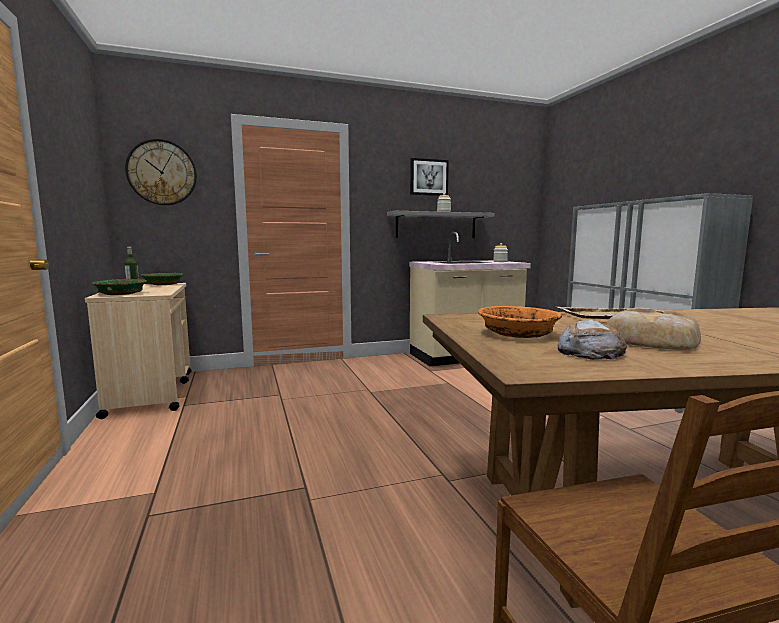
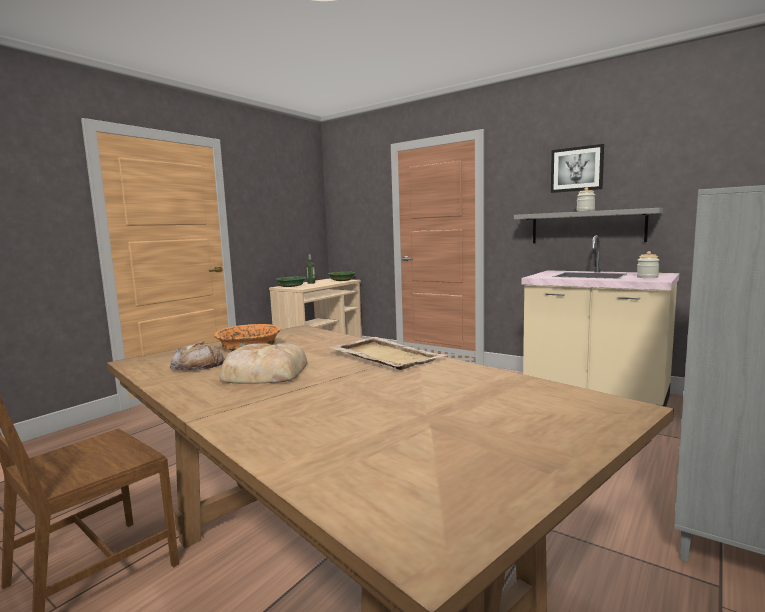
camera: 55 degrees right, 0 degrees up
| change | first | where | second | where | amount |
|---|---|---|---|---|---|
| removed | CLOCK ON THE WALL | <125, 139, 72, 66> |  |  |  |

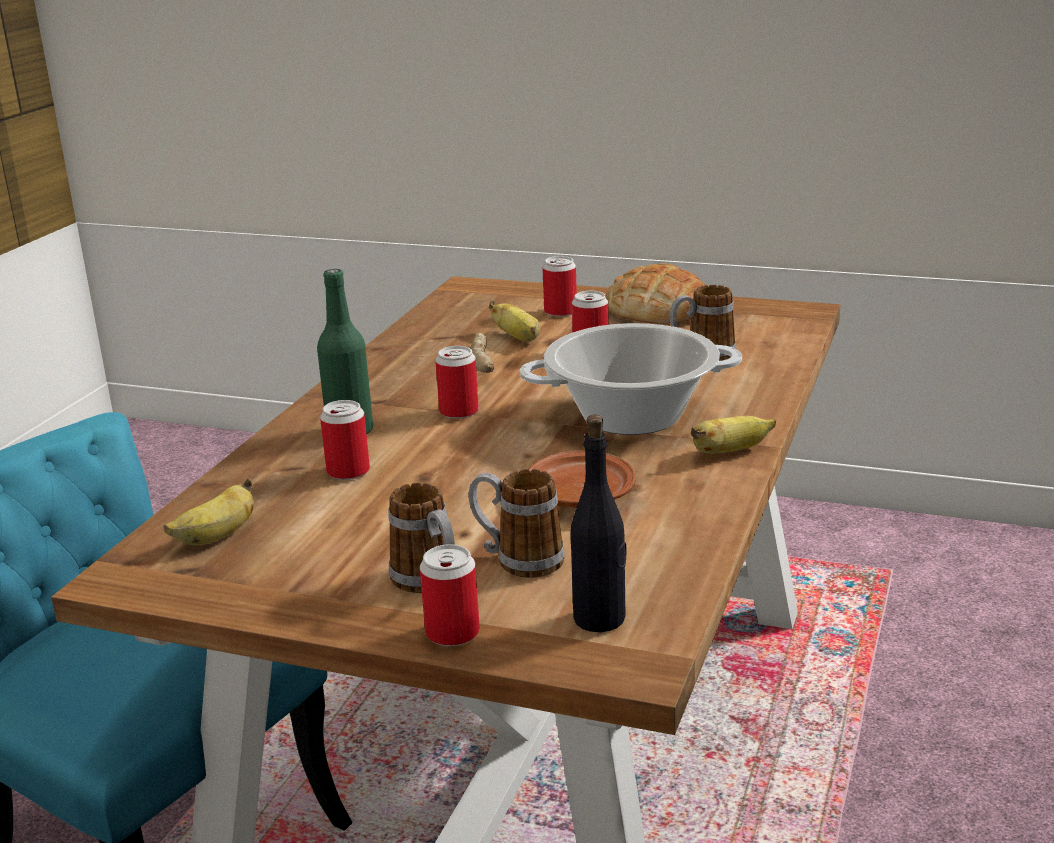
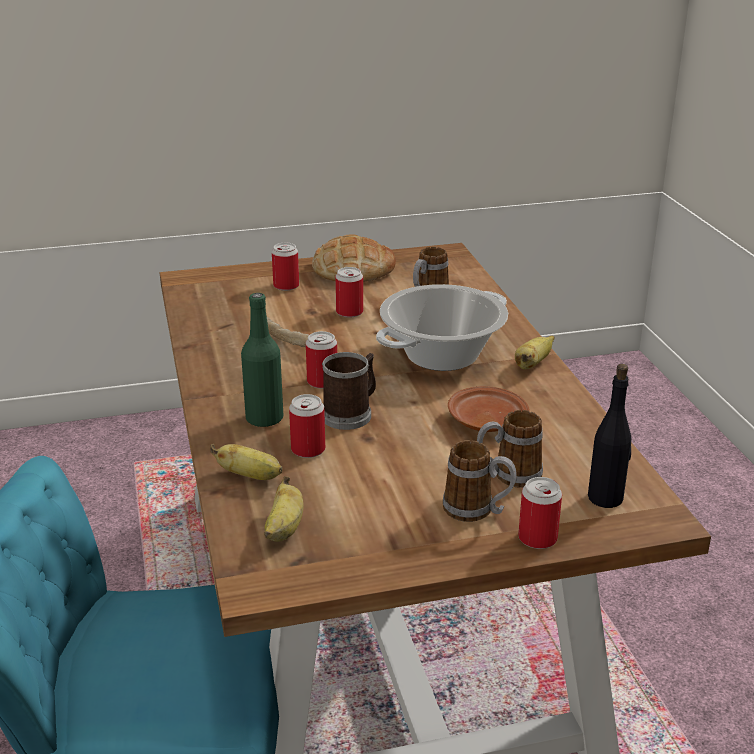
camera: 35 degrees left, 5 degrees up
| change | first | where | second | where | amount |
|---|---|---|---|---|---|
| moved | BANANA FRUIT | <489, 300, 51, 41> |  | <210, 444, 73, 36> |  |
| added |  |  | MUG | <322, 352, 54, 78> |  |

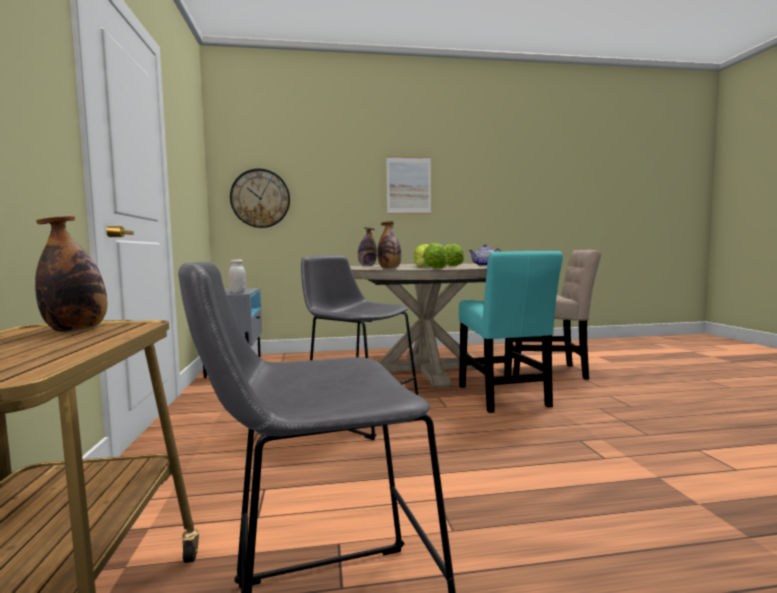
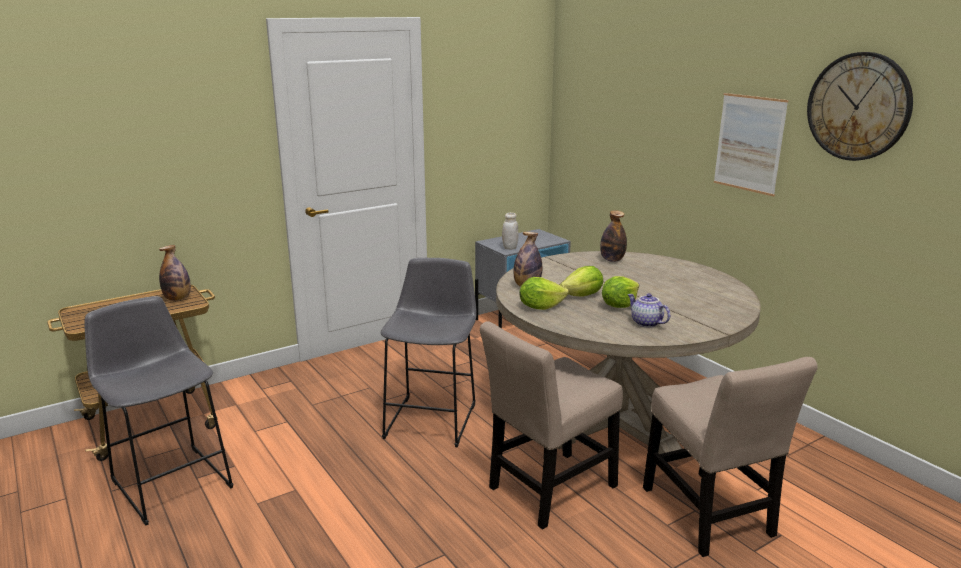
camera: 65 degrees right, 15 degrees up
| change | first | where | second | where | amount |
|---|---|---|---|---|---|
| moved | CLOCK ON THE WALL | <230, 169, 60, 59> |  | <807, 52, 106, 109> |  |
| recoloured | BLUE-GREEN CHAIR | <459, 251, 104, 162> | SAND-COLOURED CHAIR | <480, 321, 143, 208> |  |

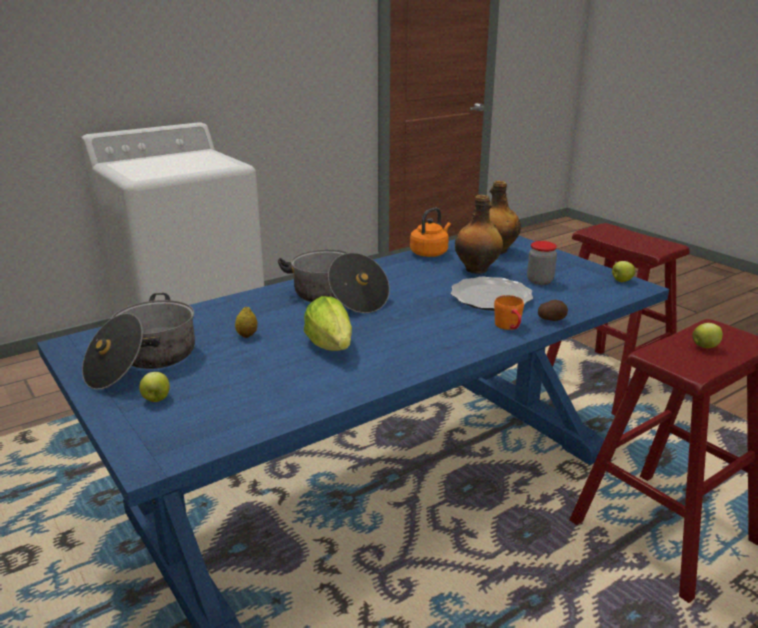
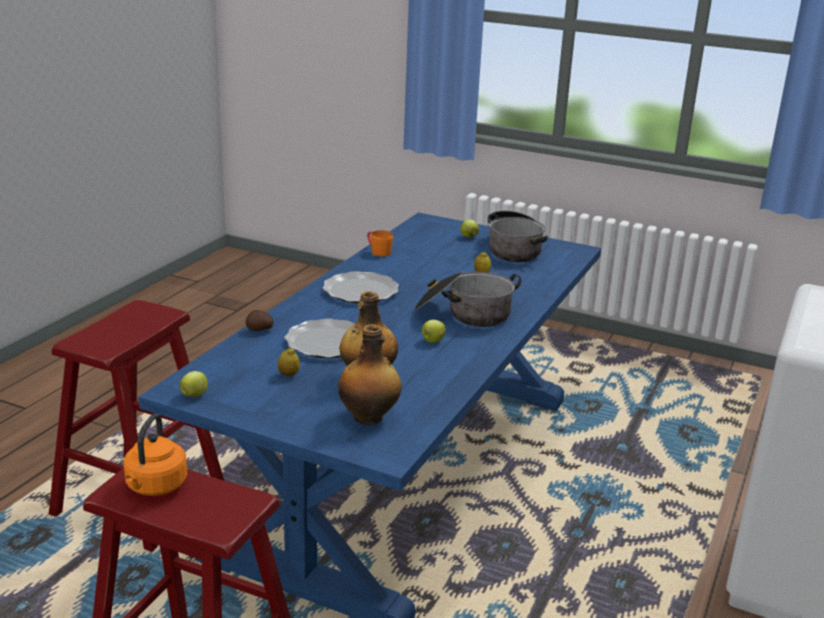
camera: 150 degrees right, 0 degrees up
| change | first | where | second | where | amount |
|---|---|---|---|---|---|
| moved | ORANGEY KETTLE | <410, 207, 41, 50> |  | <124, 414, 63, 82> |  |
| replaced | STORAGE JAR | <527, 241, 30, 44> | CITRUS FRUIT | <278, 347, 22, 29> |  |
| moved | ORANGEY MUG | <494, 295, 30, 35> |  | <367, 230, 26, 27> |  |
| removed | HEAD OF LETTUCE | <304, 296, 48, 55> |  |  |  |
| moved | APPLE FRUIT | <692, 323, 31, 25> |  | <422, 320, 24, 23> |  |
| added |  |  | FLAT DISH | <322, 271, 77, 33> |  |

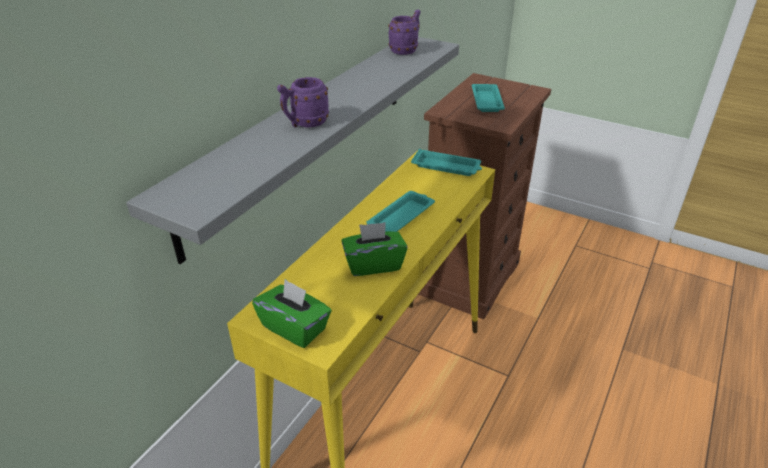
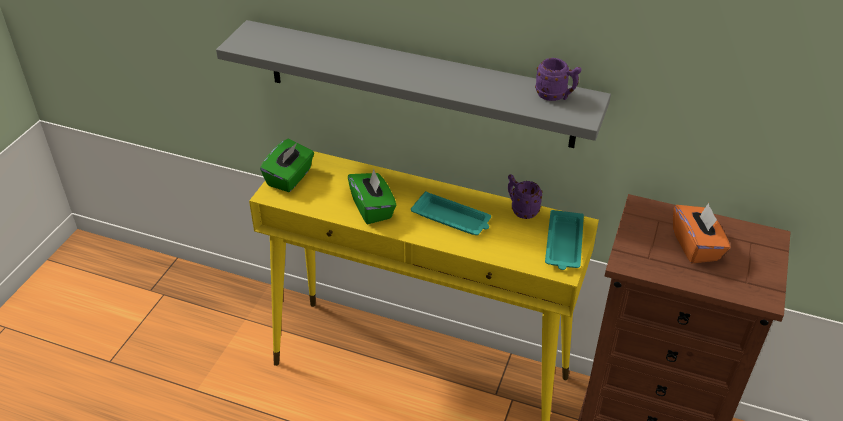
camera: 80 degrees right, 5 degrees up
| change | first | where | second | where | amount |
|---|---|---|---|---|---|
| moved | PURPLISH MUG | <277, 77, 52, 51> |  | <508, 174, 35, 45> |  |
| replaced | BLUE-GREEN CARRYING TRAY | <472, 84, 33, 28> | ORANGEY TISSUE BOX | <673, 203, 57, 60> |  |

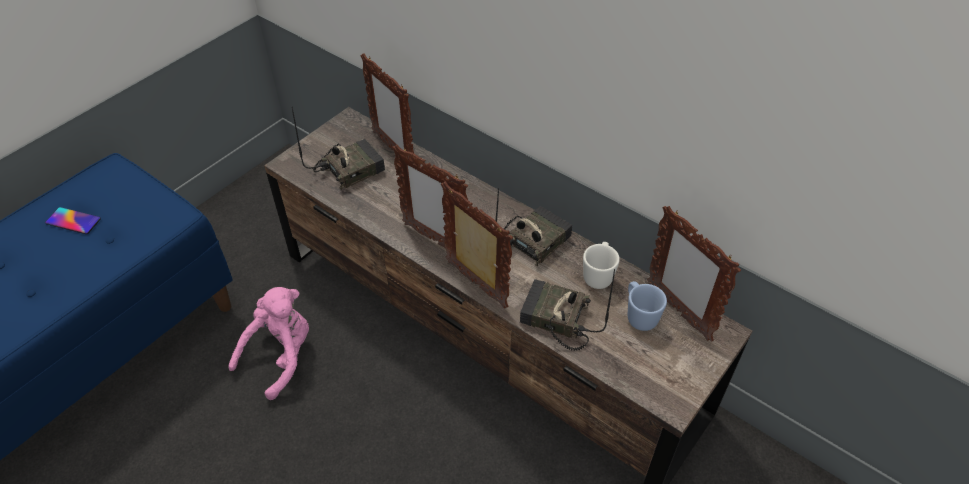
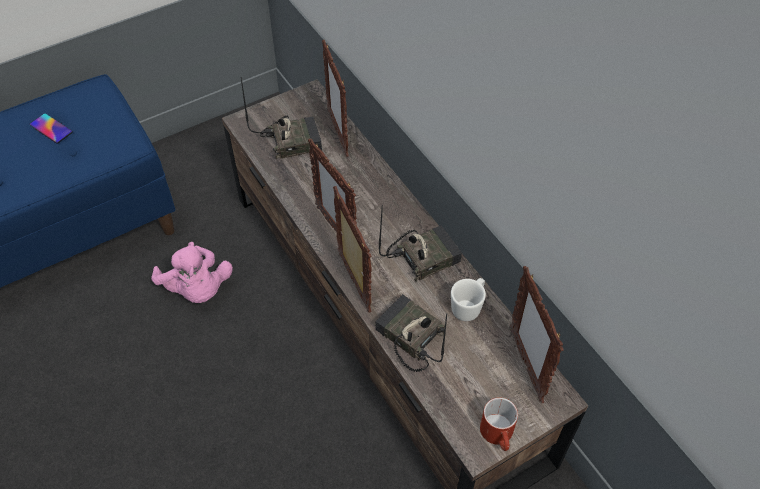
camera: 20 degrees right, 5 degrees up
| change | first | where | second | where | amount |
|---|---|---|---|---|---|
| removed | BLUE-COLOURED MUG | <628, 281, 39, 50> |  |  |  |
| turned | PINK SOFT TOY | <228, 287, 81, 113> |  | <151, 242, 82, 61> | 90 degrees clockwise |
| added |  |  | RED MUG | <480, 397, 38, 54> |  |

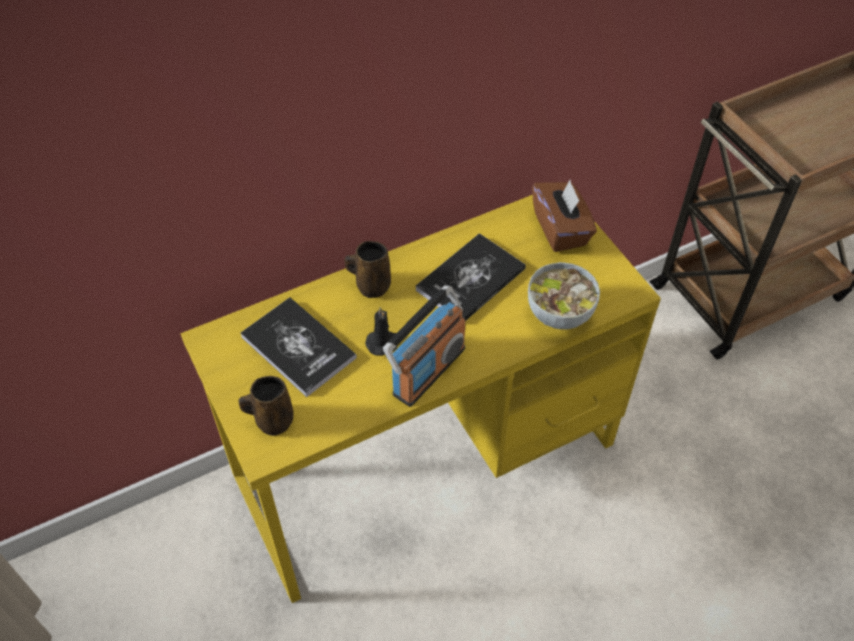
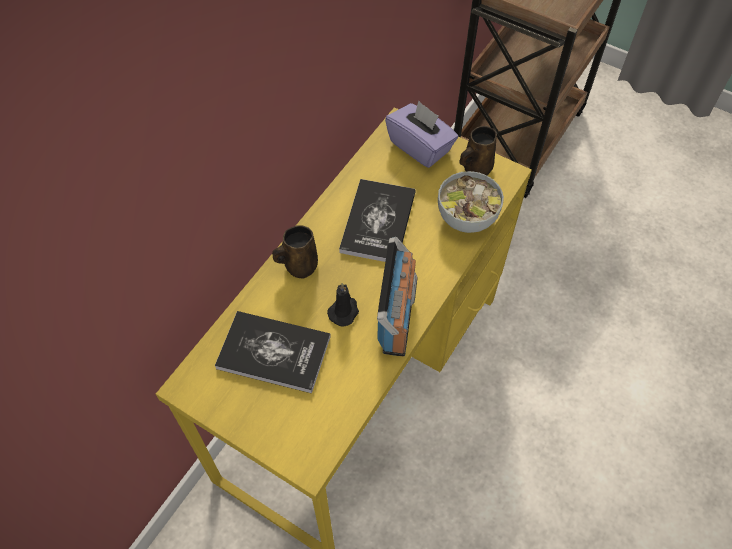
camera: 30 degrees left, 5 degrees up
| change | first | where | second | where | amount |
|---|---|---|---|---|---|
| recoloured | BROWN TISSUE BOX | <532, 180, 65, 72> | PURPLISH TISSUE BOX | <385, 101, 73, 67> |  |
| moved | BROWN MUG | <239, 376, 55, 60> |  | <459, 126, 38, 49> |  |

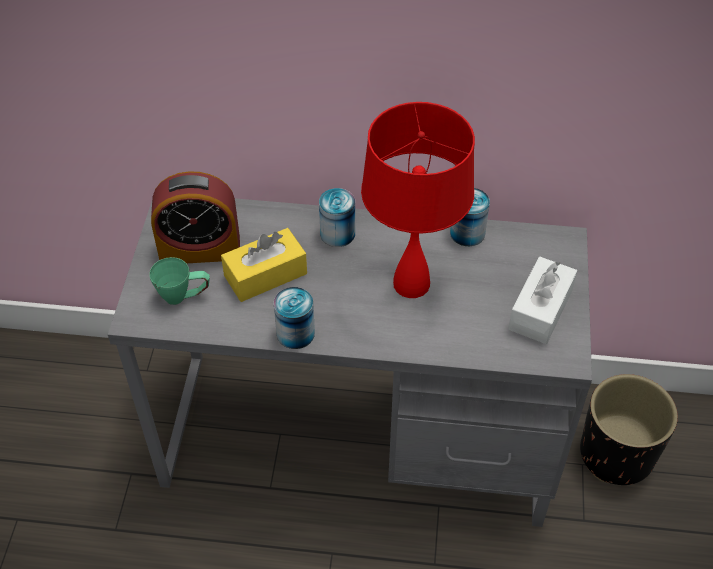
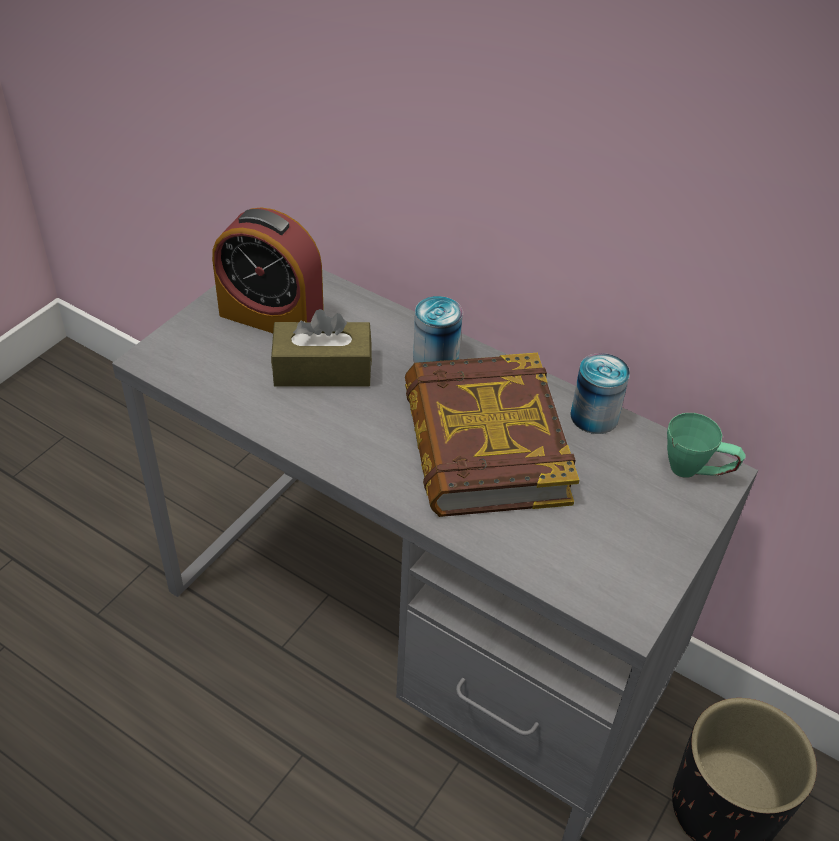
camera: 25 degrees right, 5 degrees down
| change | first | where | second | where | amount |
|---|---|---|---|---|---|
| replaced | RED TABLE LAMP | <361, 102, 114, 196> | BOUND BOOK | <405, 353, 174, 164> |  |
| recoloured | YELLOWISH TISSUE BOX | <221, 228, 86, 74> | BROWN TISSUE BOX | <271, 309, 101, 78> |  |
| moved | GREENISH MUG | <149, 257, 61, 48> |  | <667, 413, 79, 65> |  |
| removed | WHITE-COLOURED TISSUE BOX | <508, 257, 69, 87> |  |  |  |
| removed | METAL CAN | <274, 287, 41, 62> |  |  |  |

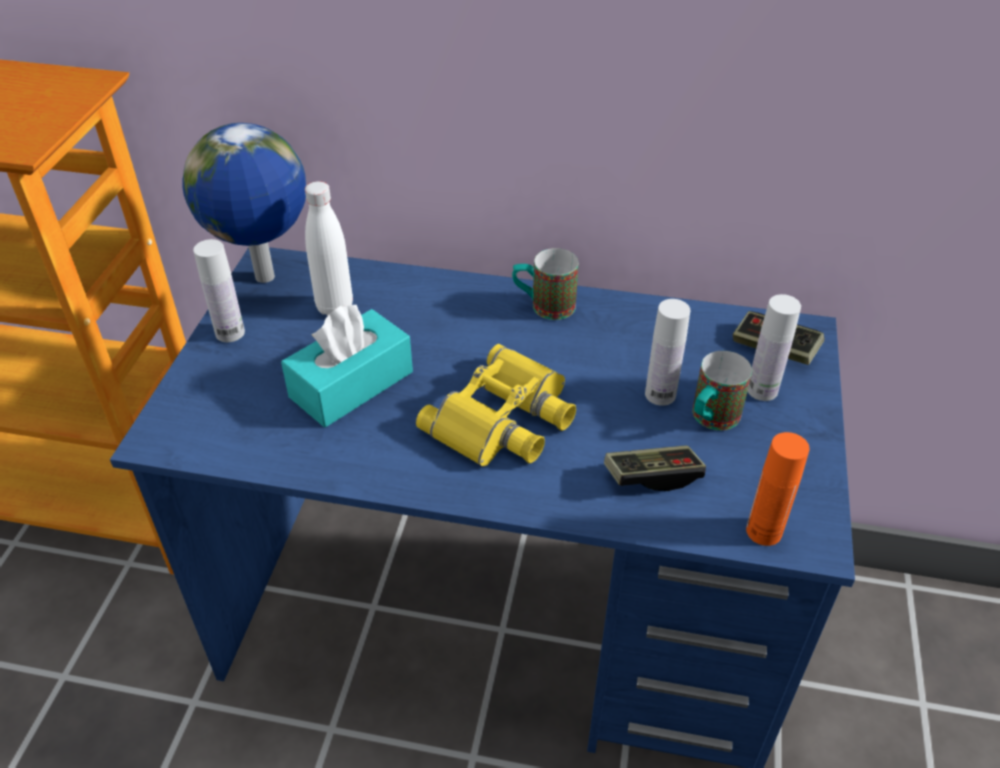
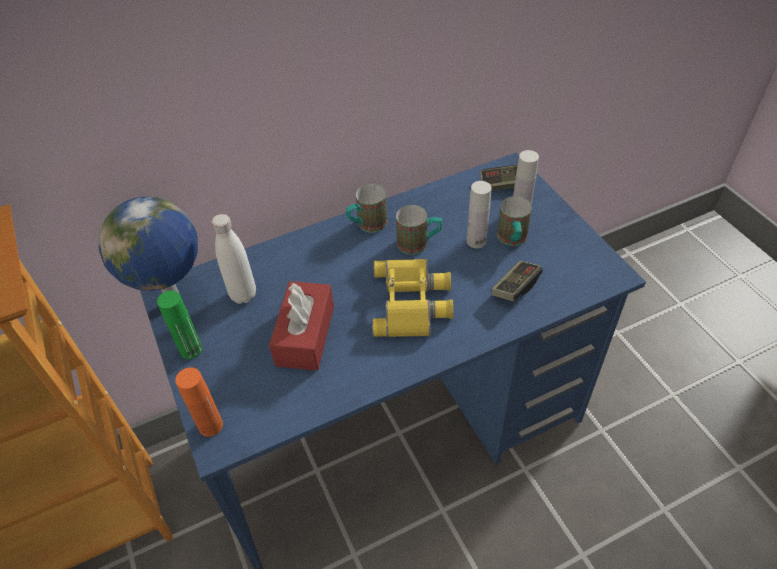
camera: 35 degrees left, 5 degrees up
| change | first | where | second | where | amount |
|---|---|---|---|---|---|
| recoloured | WHITE-COLOURED DRINK BOTTLE | <193, 239, 52, 103> | GREENISH DRINK BOTTLE | <157, 291, 45, 68> |  |
| recoloured | BLUE-GREEN TISSUE BOX | <281, 305, 132, 122> | RED TISSUE BOX | <269, 281, 65, 90> |  |
| moved | ORANGEY DRINK BOTTLE | <746, 432, 63, 114> |  | <175, 367, 48, 70> |  |
| added |  |  | MUG | <396, 205, 46, 50> |  |

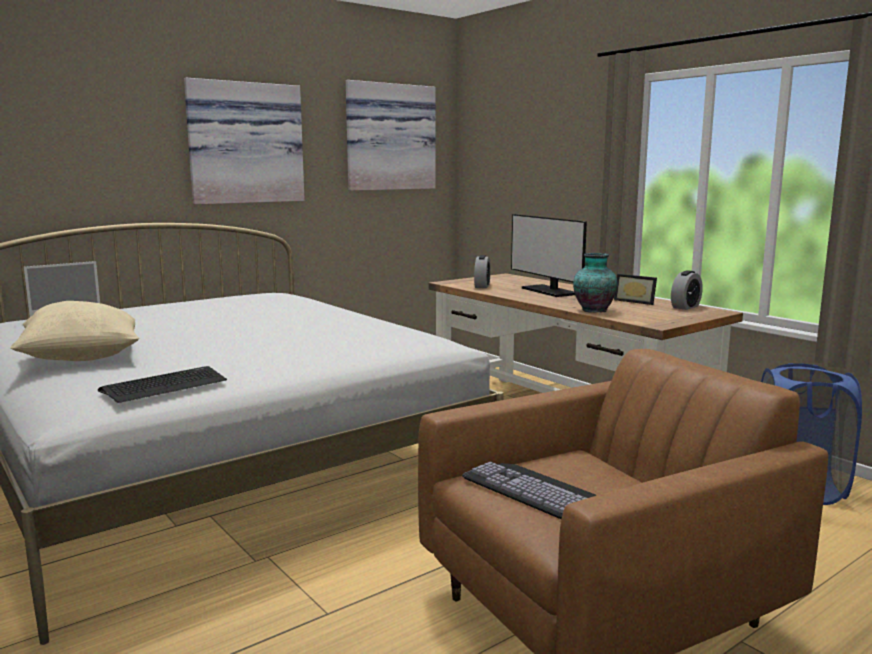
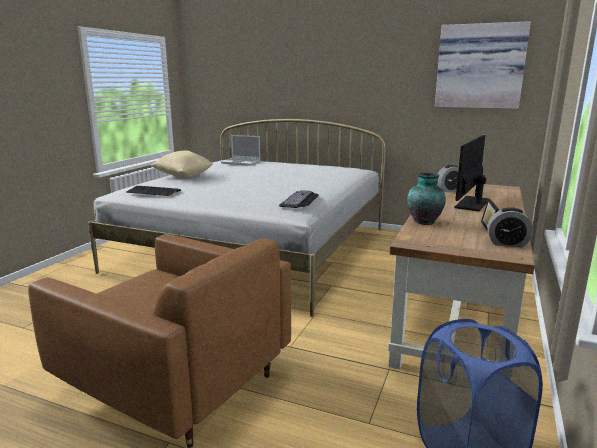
camera: 60 degrees right, 5 degrees up
| change | first | where | second | where | amount |
|---|---|---|---|---|---|
| removed | WALL ART | <184, 78, 121, 126> |  |  |  |
| moved | COMPUTER KEYBOARD | <462, 462, 135, 57> |  | <279, 190, 40, 18> |  |

